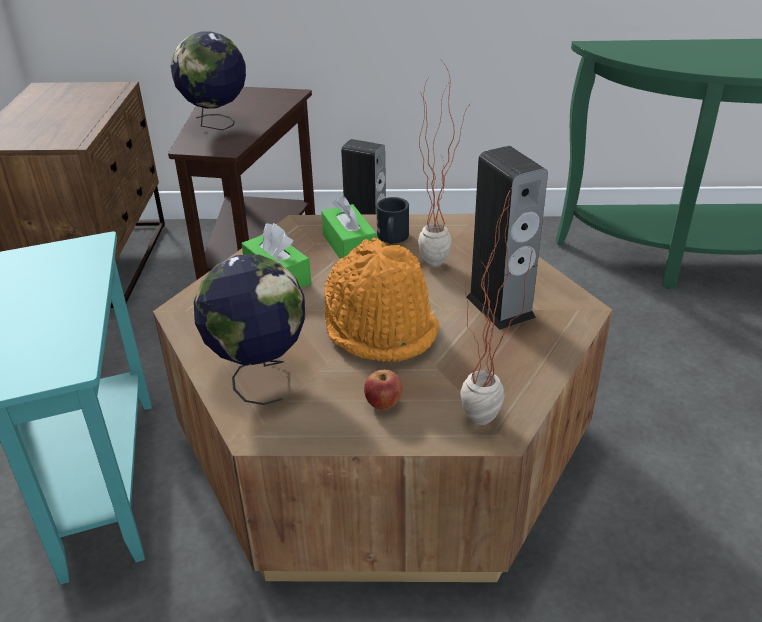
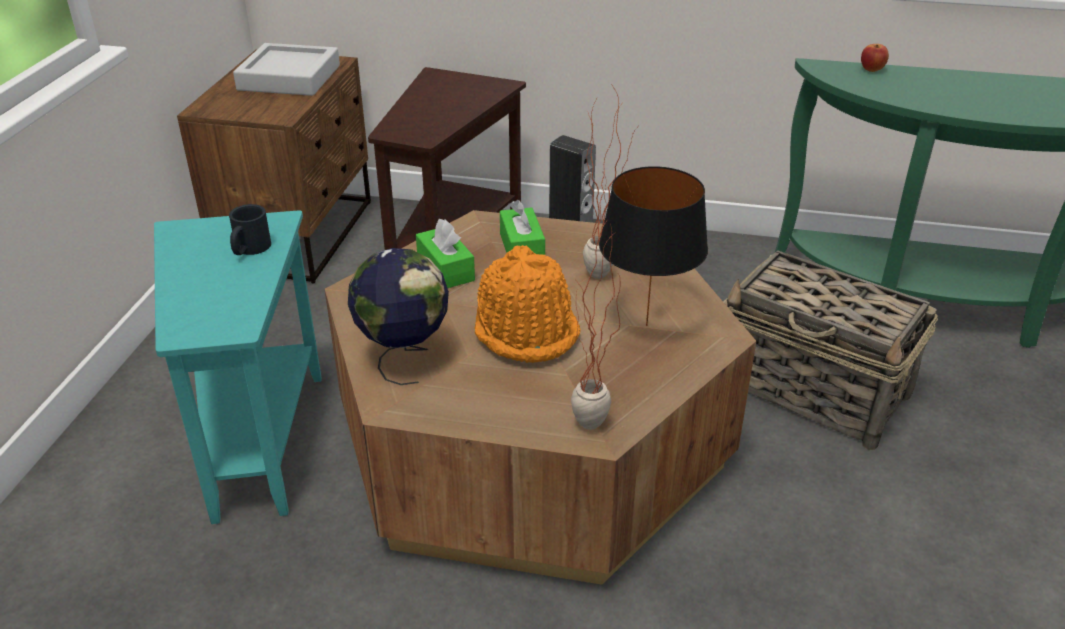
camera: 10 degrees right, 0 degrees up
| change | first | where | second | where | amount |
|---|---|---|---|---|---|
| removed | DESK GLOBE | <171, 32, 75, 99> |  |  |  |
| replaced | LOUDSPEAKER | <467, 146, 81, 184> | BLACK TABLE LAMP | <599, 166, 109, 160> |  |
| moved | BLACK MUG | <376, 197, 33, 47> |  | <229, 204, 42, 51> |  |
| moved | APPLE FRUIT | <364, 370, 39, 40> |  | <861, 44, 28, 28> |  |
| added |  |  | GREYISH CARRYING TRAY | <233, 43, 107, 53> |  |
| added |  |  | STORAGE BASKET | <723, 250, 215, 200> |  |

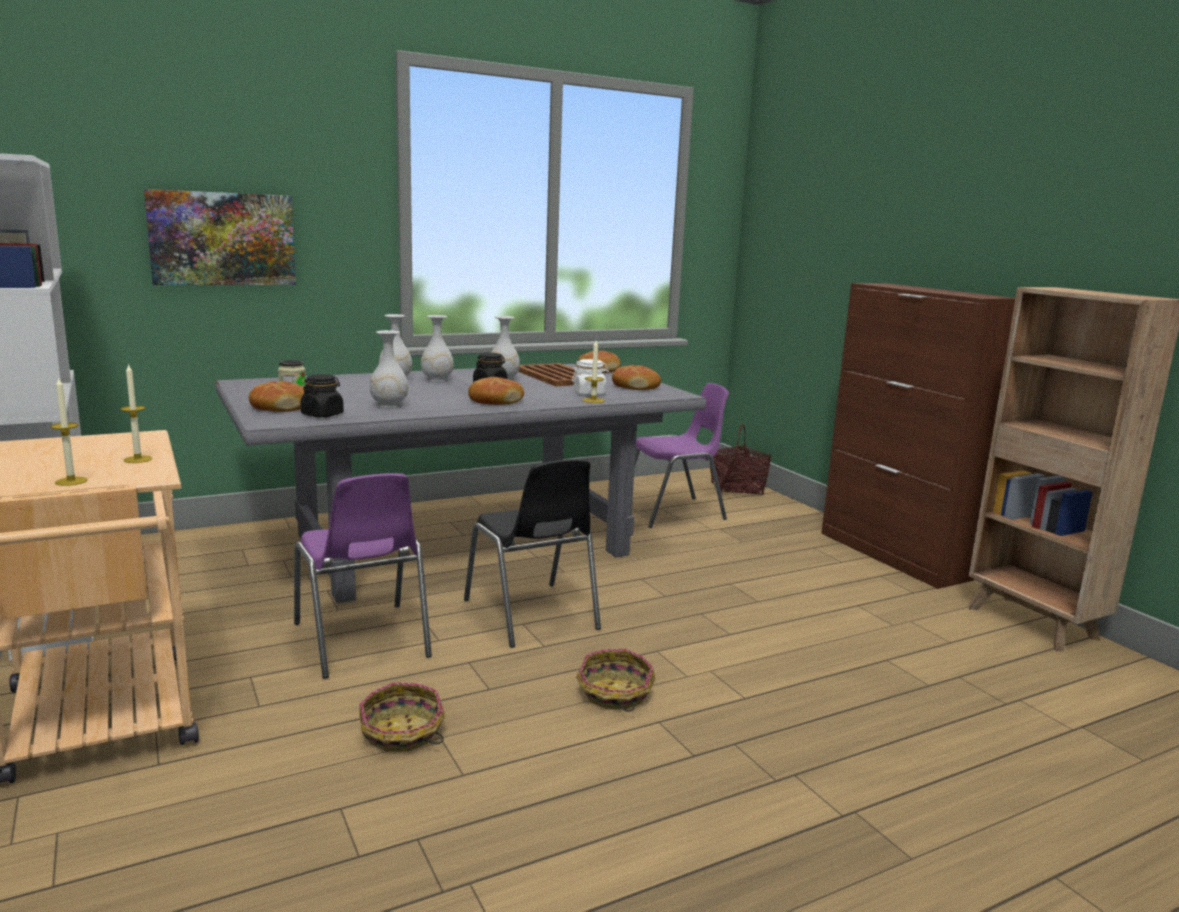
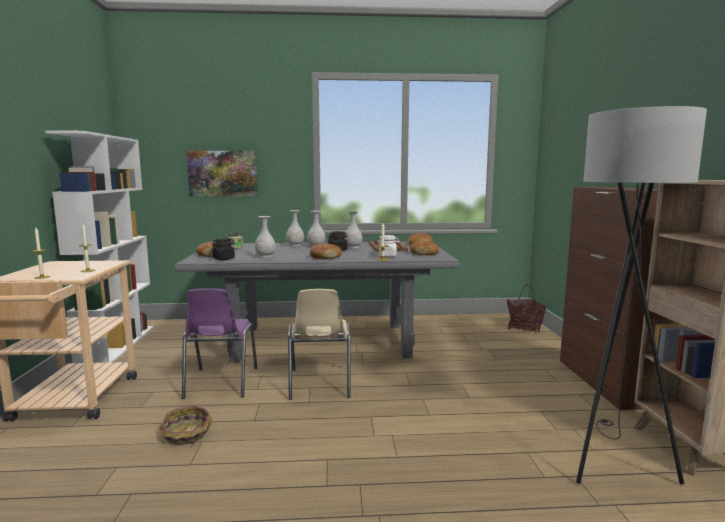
camera: 25 degrees right, 5 degrees down
| change | first | where | second | where | amount |
|---|---|---|---|---|---|
| removed | PURPLISH CHAIR | <634, 383, 95, 145> |  |  |  |
| recoloured | BLACK CHAIR | <464, 459, 137, 189> | SAND-COLOURED CHAIR | <288, 289, 63, 111> |  |
| removed | STORAGE BASKET | <576, 649, 79, 63> |  |  |  |
| added |  |  | GREYISH STANDING LAMP | <576, 106, 131, 378> |  |

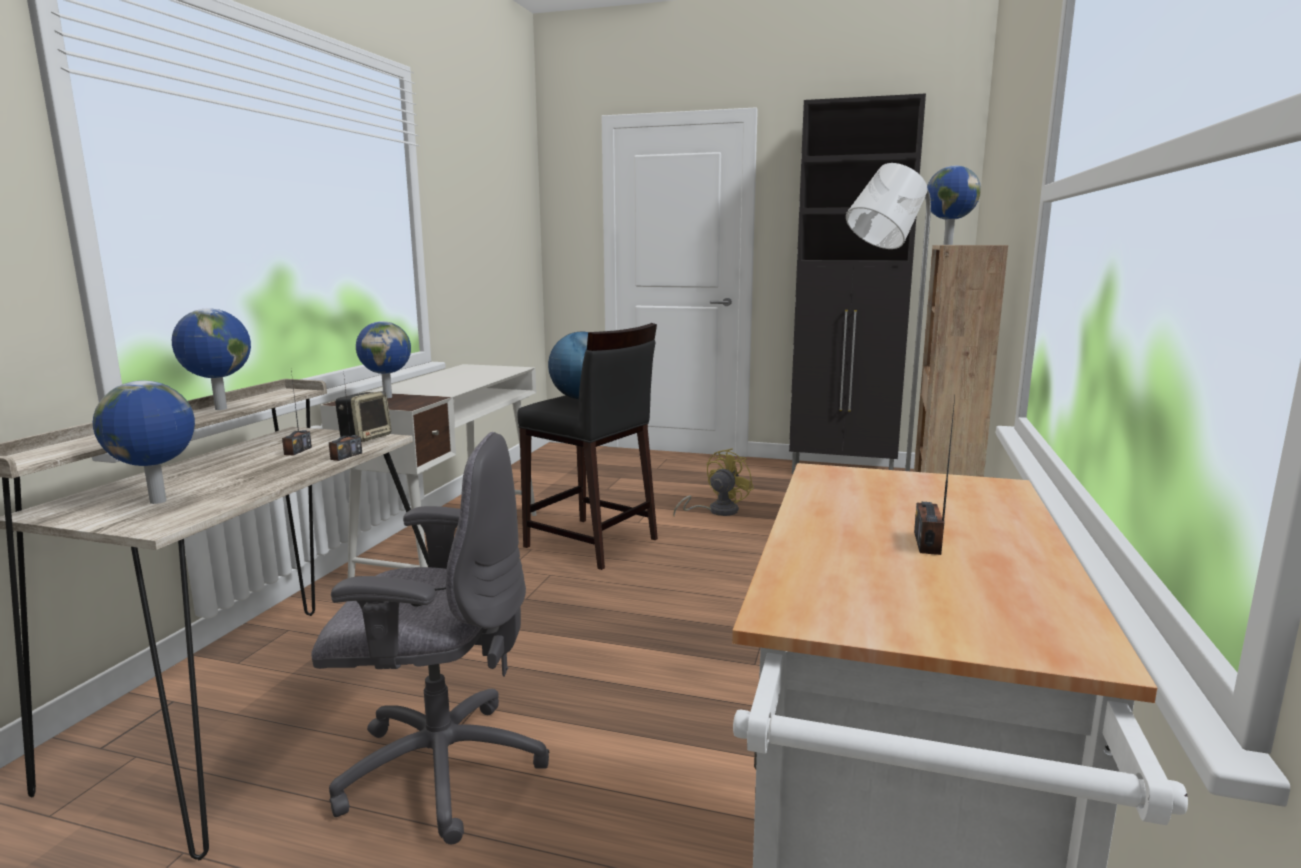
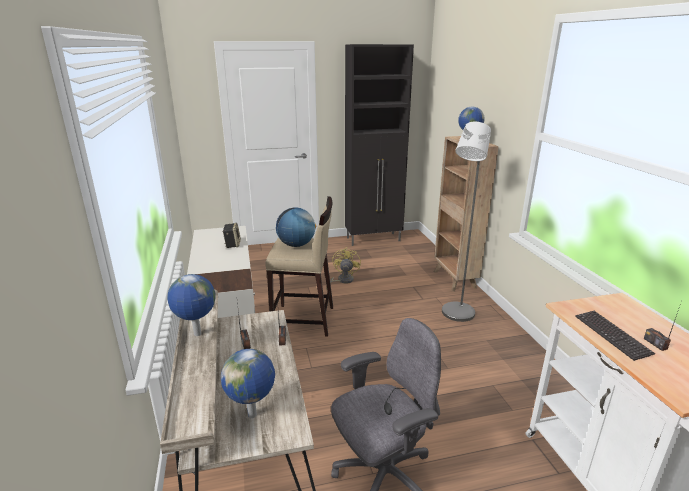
camera: 30 degrees left, 10 degrees up
| change | first | where | second | where | amount |
|---|---|---|---|---|---|
| removed | DESK GLOBE | <356, 321, 55, 77> |  |  |  |
| recoloured | BLACK SITTING STOOL | <517, 323, 141, 247> | SAND-COLOURED SITTING STOOL | <265, 196, 68, 140> |  |
| moved | LOUDSPEAKER | <335, 391, 57, 51> |  | <222, 223, 19, 25> |  |
| added |  |  | COMPUTER KEYBOARD | <575, 311, 80, 50> |  |

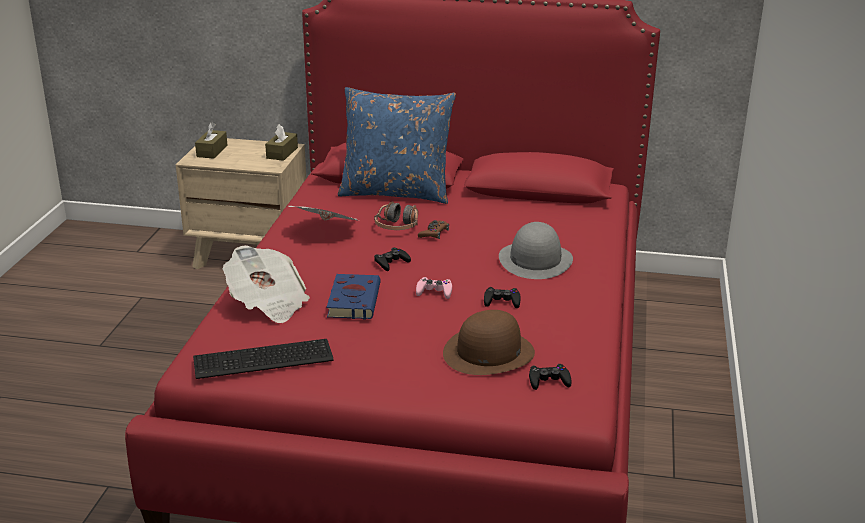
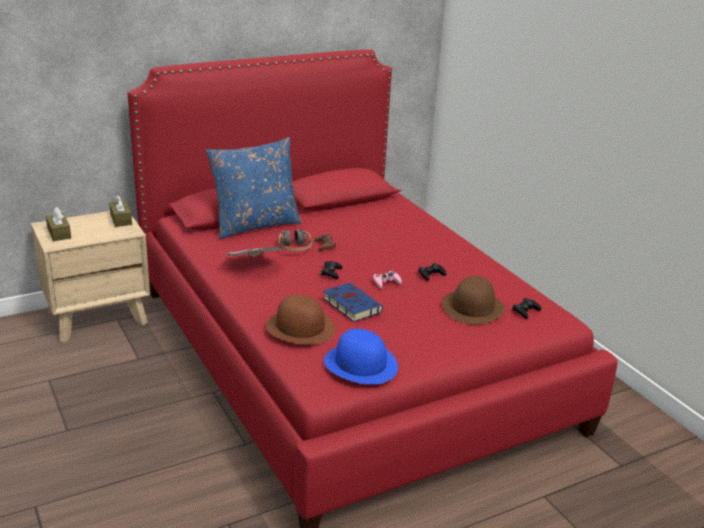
camera: 40 degrees left, 0 degrees up
| change | first | where | second | where | amount |
|---|---|---|---|---|---|
| removed | GREYISH WEARABLE HAT | <499, 222, 74, 57> |  |  |  |
| replaced | NEWSPAPER | <223, 245, 87, 78> | BROWN WEARABLE HAT | <265, 294, 70, 51> |  |
| replaced | COMPUTER KEYBOARD | <193, 339, 141, 40> | BLUE-COLOURED WEARABLE HAT | <324, 329, 74, 56> |  |

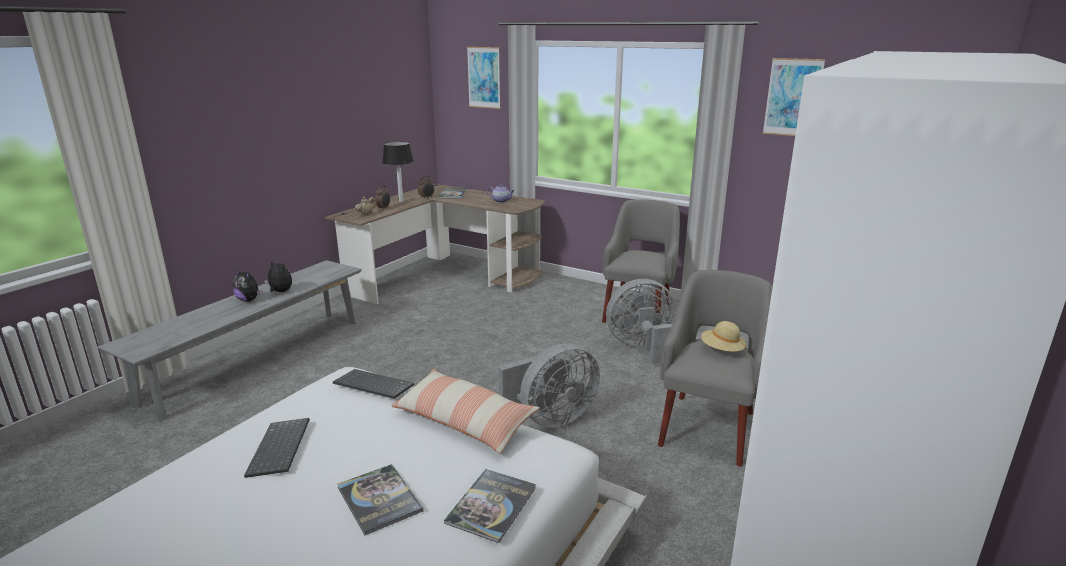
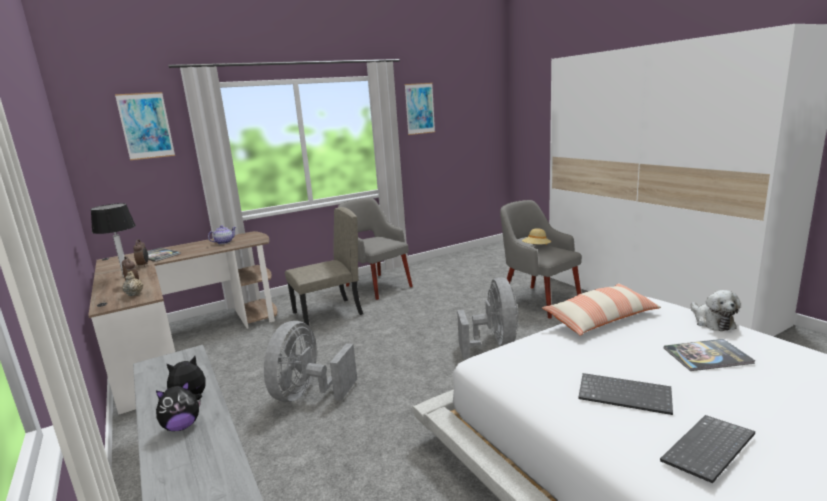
camera: 60 degrees left, 5 degrees down
| change | first | where | second | where | amount |
|---|---|---|---|---|---|
| moved | GREYISH FAN | <606, 279, 69, 85> |  | <264, 321, 93, 81> |  |
| moved | COMPUTER KEYBOARD | <333, 369, 81, 30> |  | <660, 415, 95, 68> |  |
| replaced | BOUND BOOK | <444, 469, 92, 74> | SOFT TOY | <691, 290, 50, 41> |  |
| added |  |  | SAND-COLOURED CHAIR | <285, 207, 78, 119> |  |

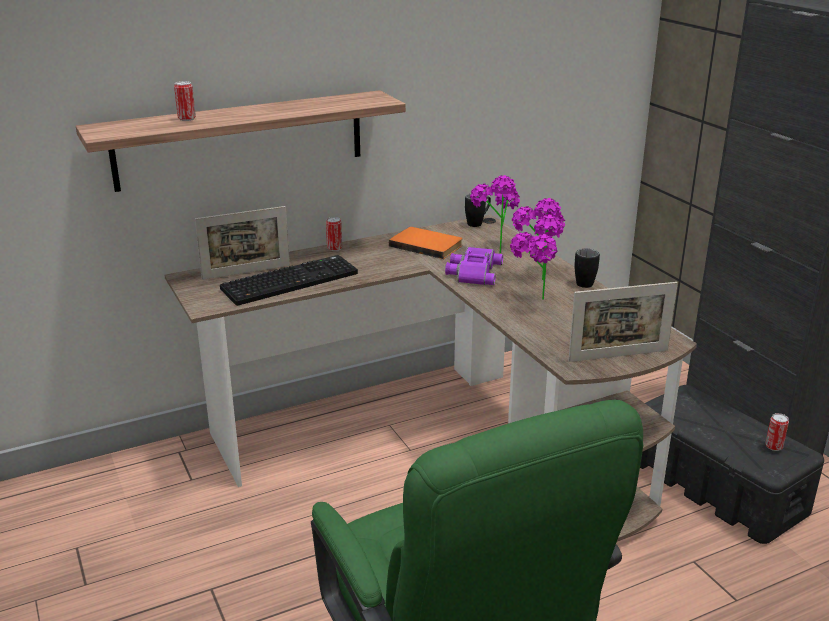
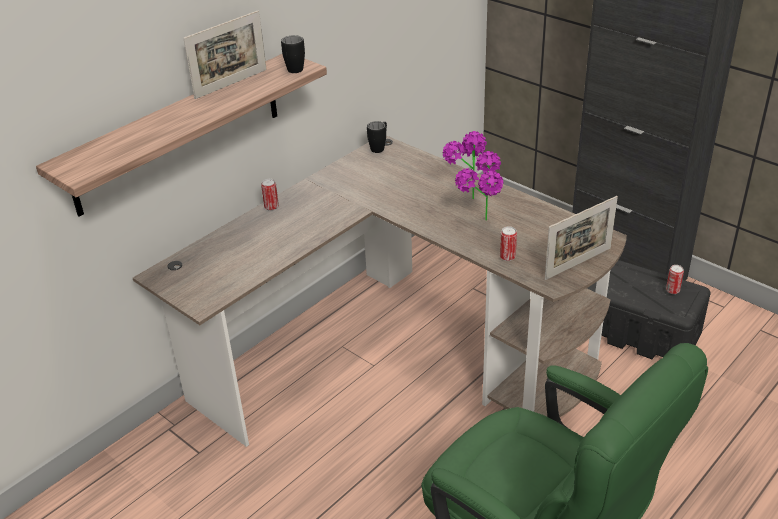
camera: 20 degrees left, 10 degrees up
| change | first | where | second | where | amount |
|---|---|---|---|---|---|
| moved | METAL CAN | <174, 81, 22, 40> |  | <500, 226, 17, 35> |  |
| removed | PLANT IN A POT | <470, 175, 50, 78> |  |  |  |
| moved | STANDING FRAME | <195, 206, 95, 74> |  | <183, 10, 84, 89> |  |
| removed | ORANGEY BOUND BOOK | <389, 227, 74, 32> |  |  |  |
| removed | PURPLISH PAIR OF BINOCULARS | <445, 247, 58, 38> |  |  |  |
| moved | BLACK MUG | <574, 249, 26, 39> |  | <281, 35, 24, 38> |  |
| removed | COMPUTER KEYBOARD | <220, 255, 138, 51> |  |  |  |

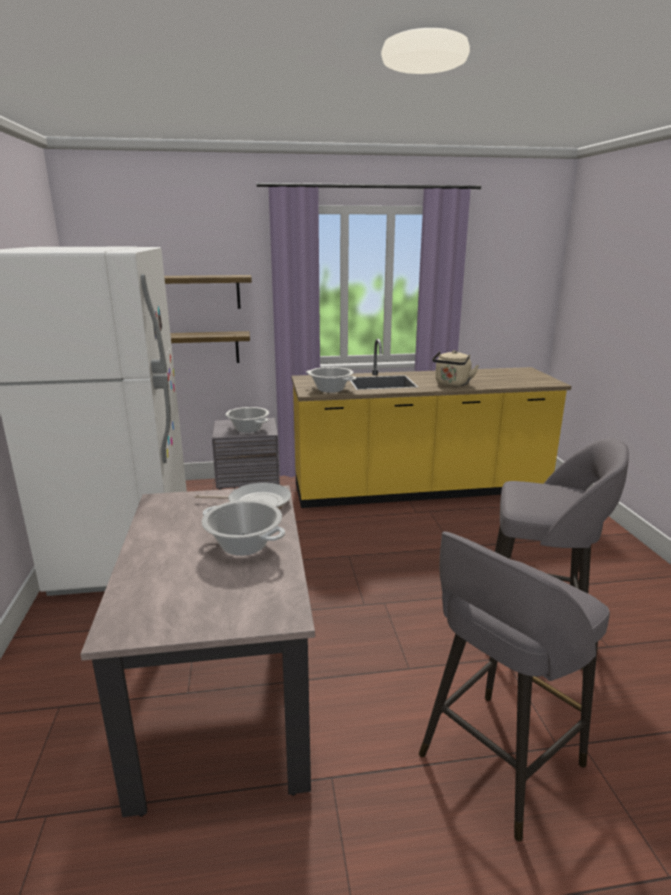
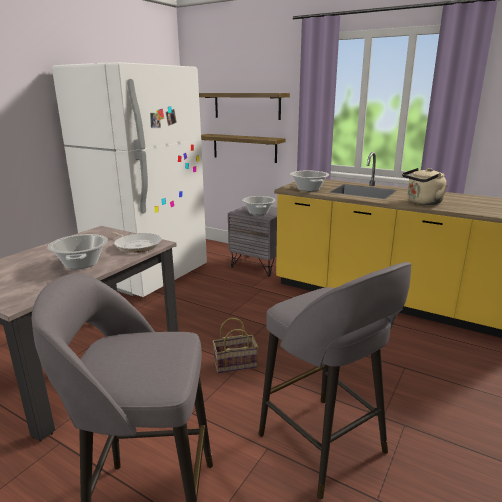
camera: 40 degrees right, 0 degrees up
| change | first | where | second | where | amount |
|---|---|---|---|---|---|
| added |  |  | STORAGE BASKET | <213, 318, 45, 55> |  |

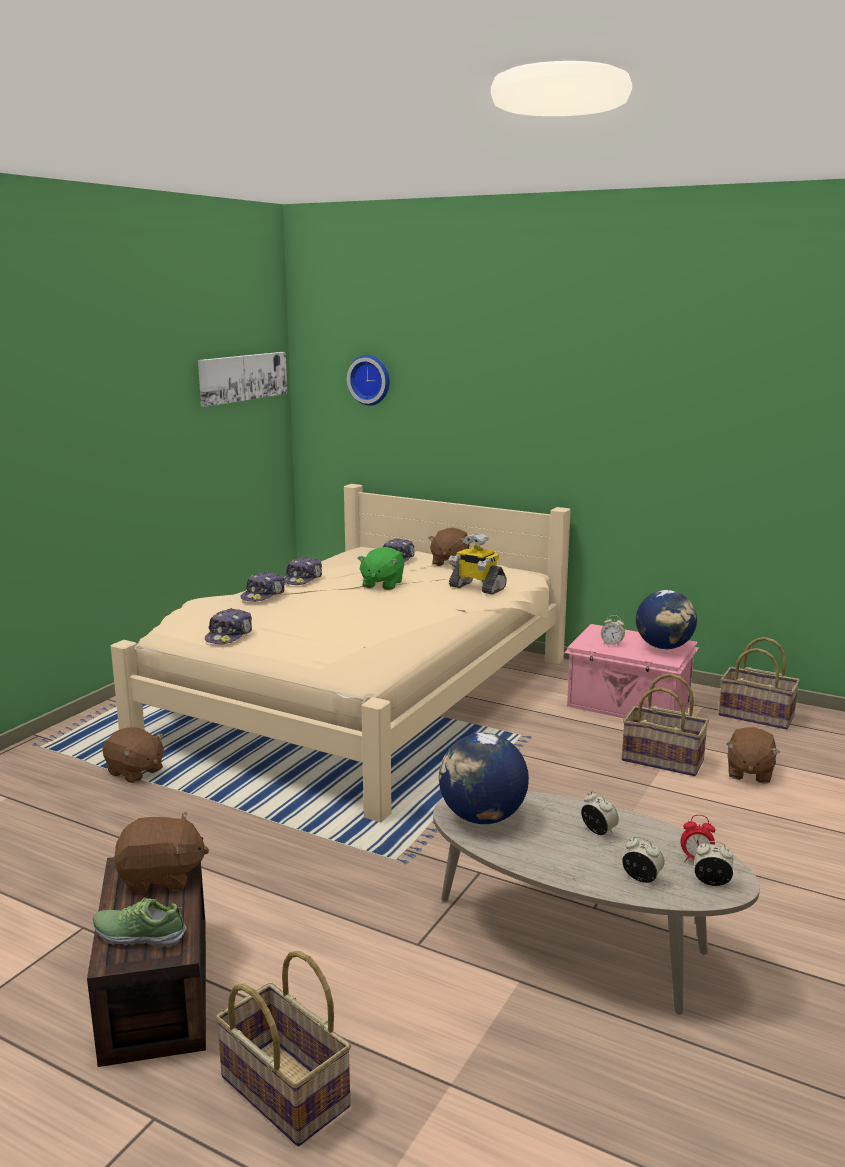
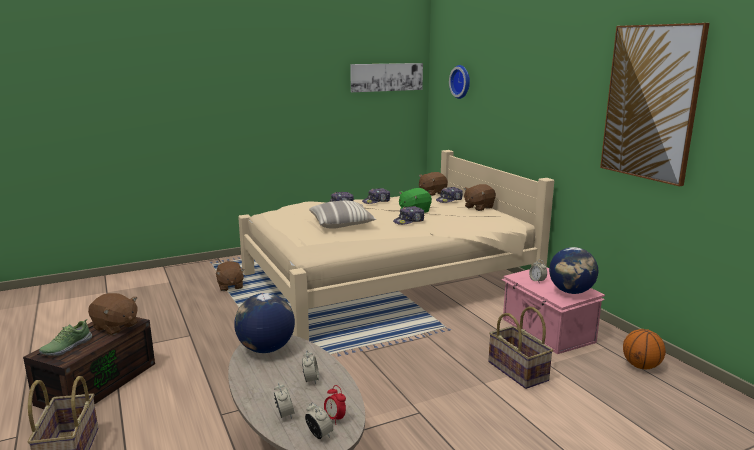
camera: 35 degrees right, 0 degrees up
| change | first | where | second | where | amount |
|---|---|---|---|---|---|
| removed | ROBOT FIGURE | <449, 533, 58, 62> |  |  |  |
| moved | BASEBALL CAP | <205, 608, 47, 36> |  | <393, 206, 31, 19> |  |
| replaced | STORAGE BASKET | <719, 637, 81, 93> | BASKETBALL BALL | <623, 329, 43, 40> |  |
| moved | BROWN SOFT TOY | <726, 727, 54, 57> |  | <419, 172, 29, 24> |  |
| turned | SHOE | <93, 897, 93, 50> |  | <39, 319, 53, 37> | 105 degrees counterclockwise |
| added |  |  | WALL ART | <600, 23, 110, 163> |  |
| added |  |  | PILLOW | <309, 201, 67, 28> |  |

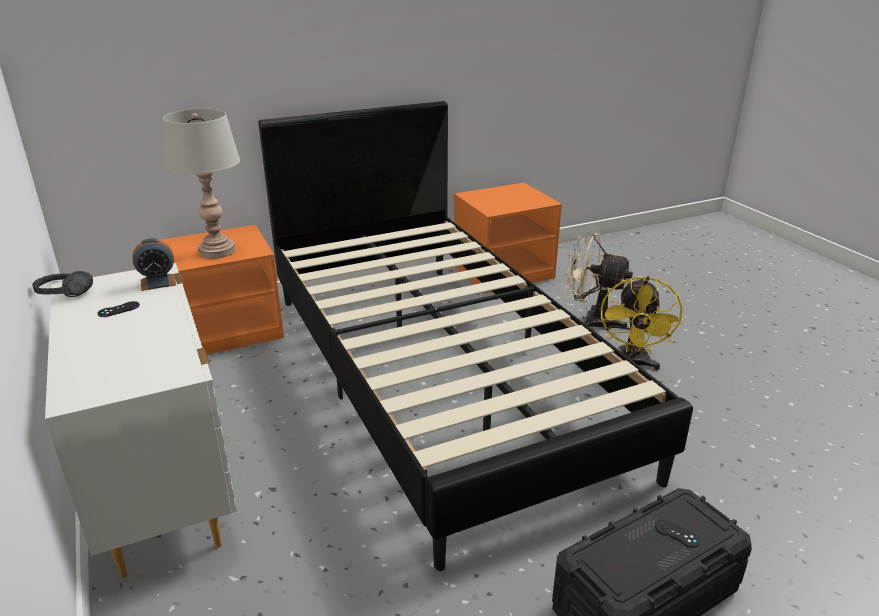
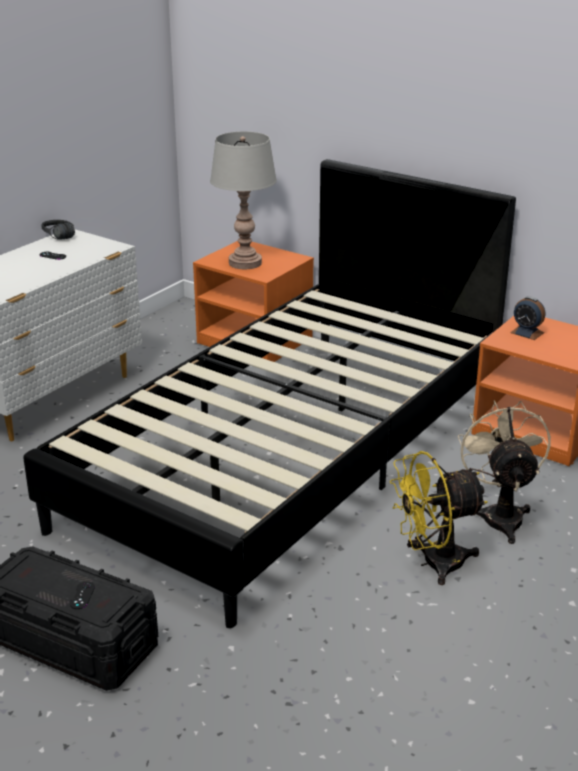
camera: 60 degrees right, 0 degrees up
| change | first | where | second | where | amount |
|---|---|---|---|---|---|
| moved | ALARM CLOCK | <132, 238, 44, 53> |  | <510, 296, 35, 44> |  |

